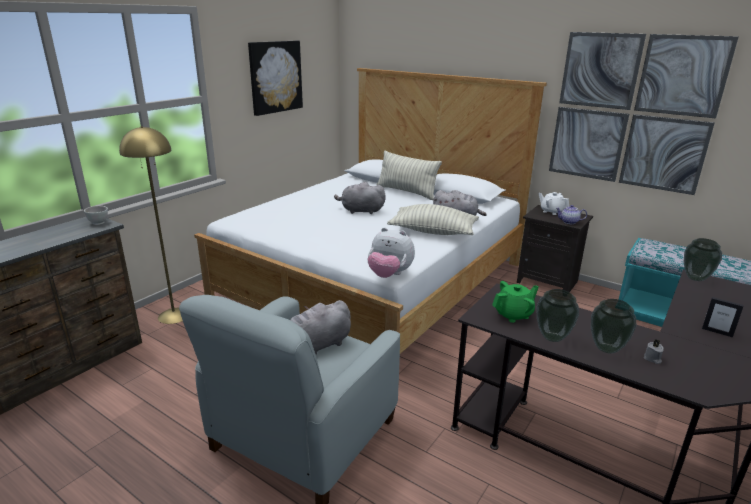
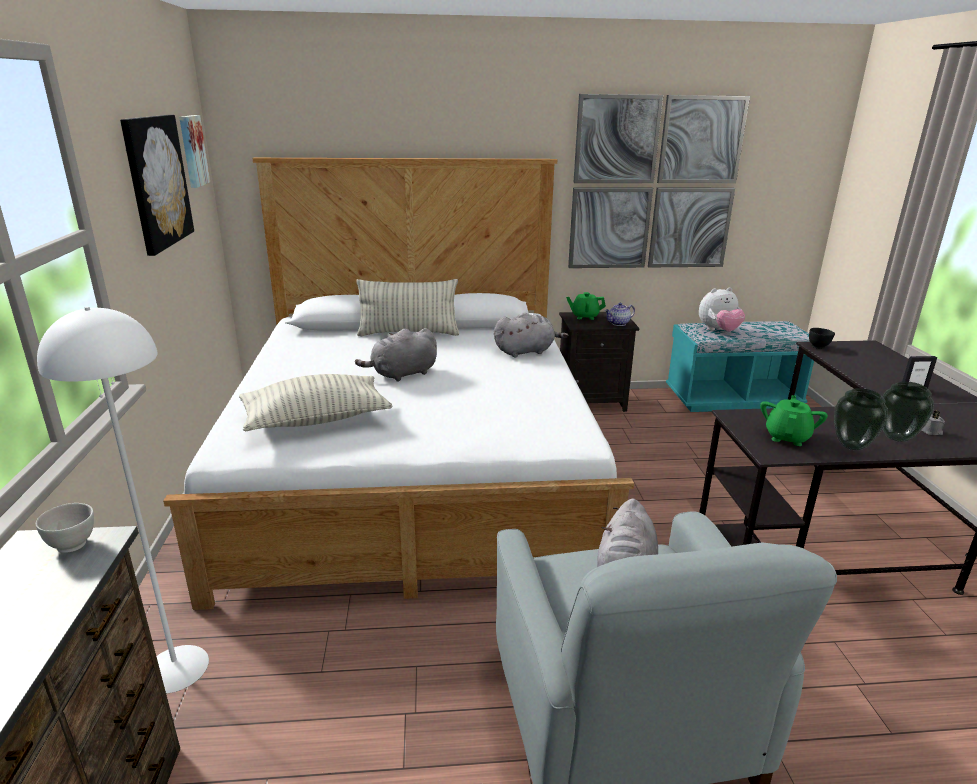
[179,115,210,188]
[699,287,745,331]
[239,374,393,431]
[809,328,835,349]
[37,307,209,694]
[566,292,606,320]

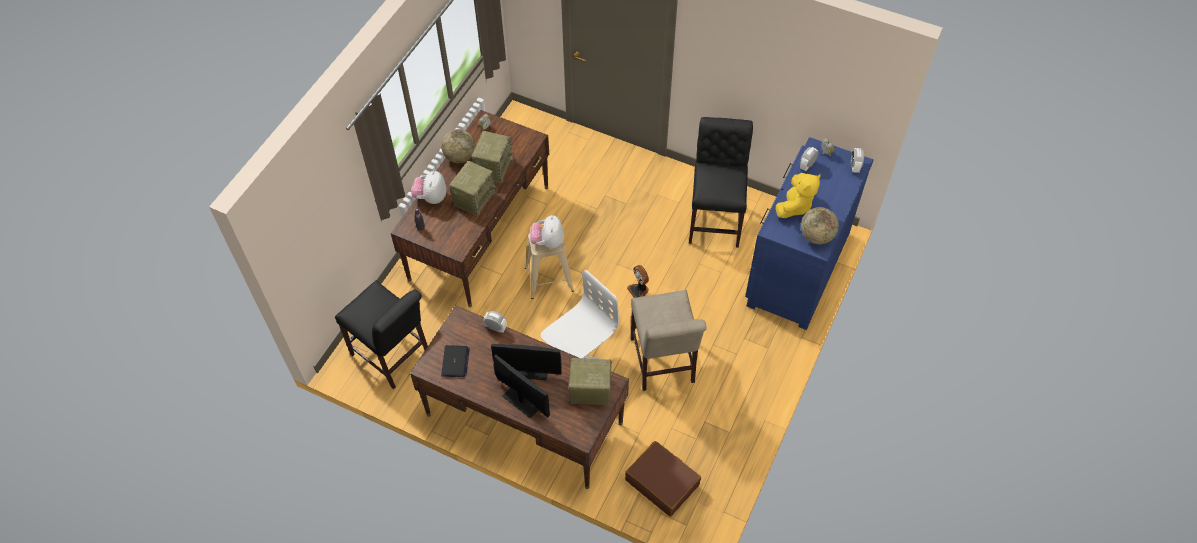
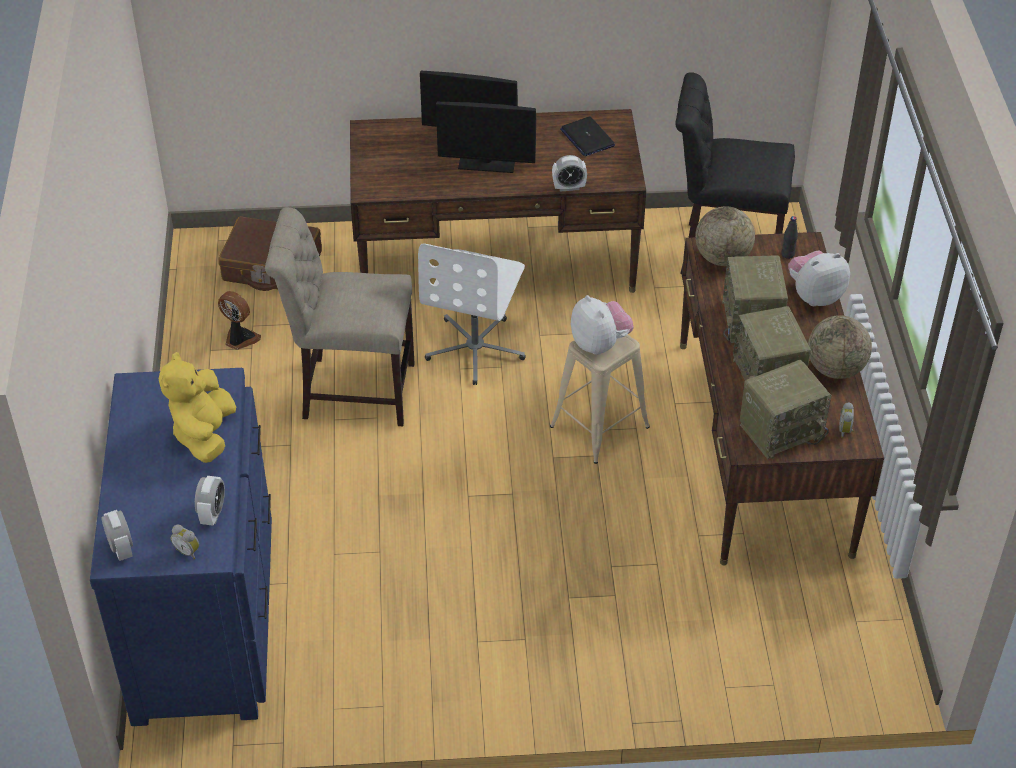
[689,117,753,248] (first image)
[740,360,831,459]
[218,291,261,350]
[695,206,755,266]
[788,250,850,306]
[436,102,536,173]
[265,207,415,426]

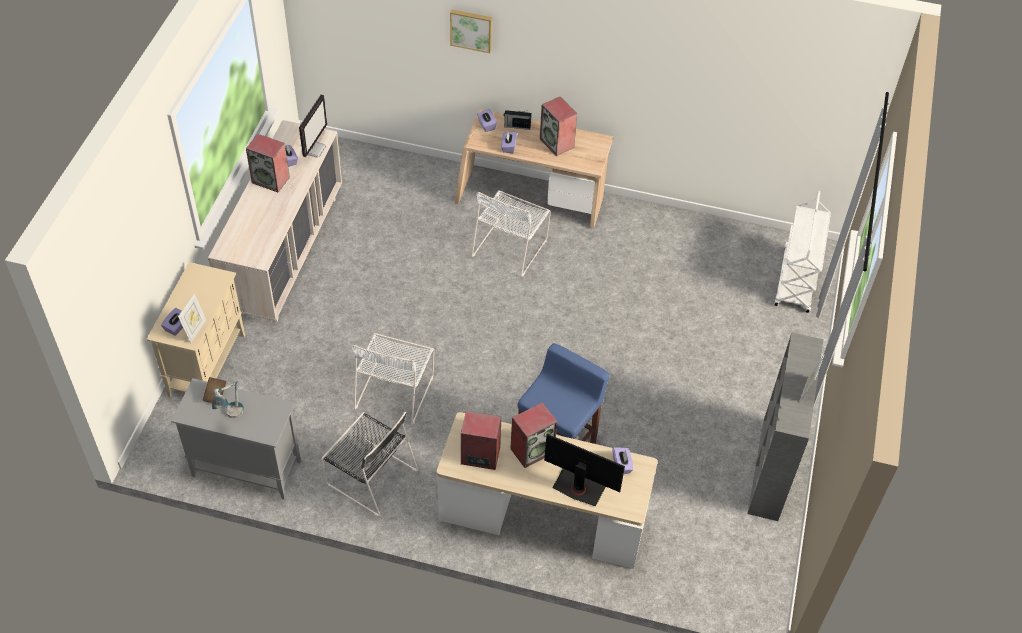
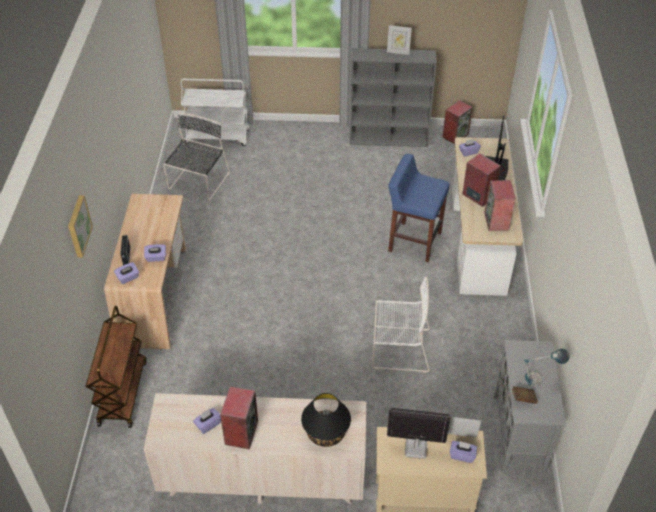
[471,190,551,277] (first image)
[86,306,147,428]
[301,393,351,447]
[387,408,451,459]
[163,113,230,201]
[442,100,473,144]

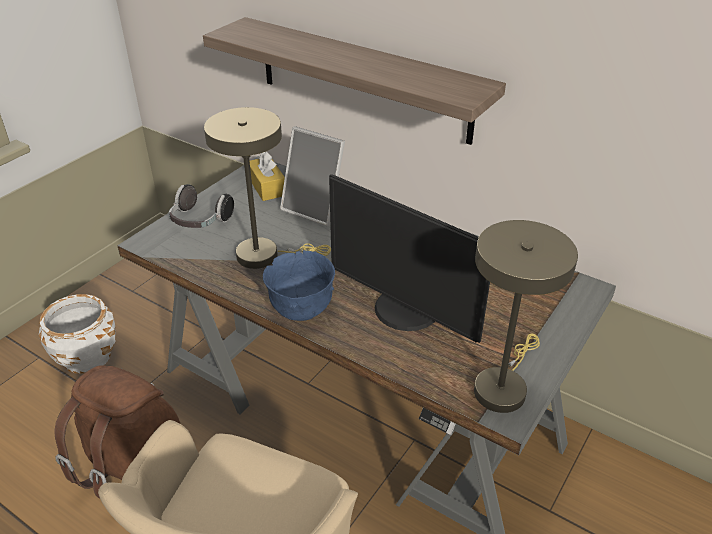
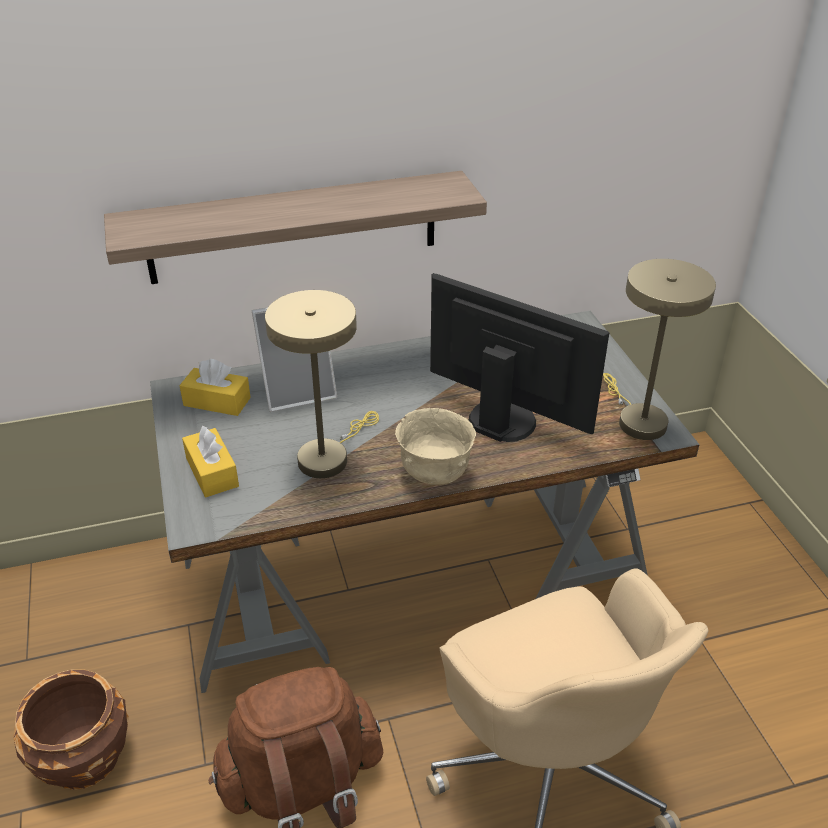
[182,425,239,497]
[14,670,129,790]
[395,408,476,485]
[430,273,609,442]

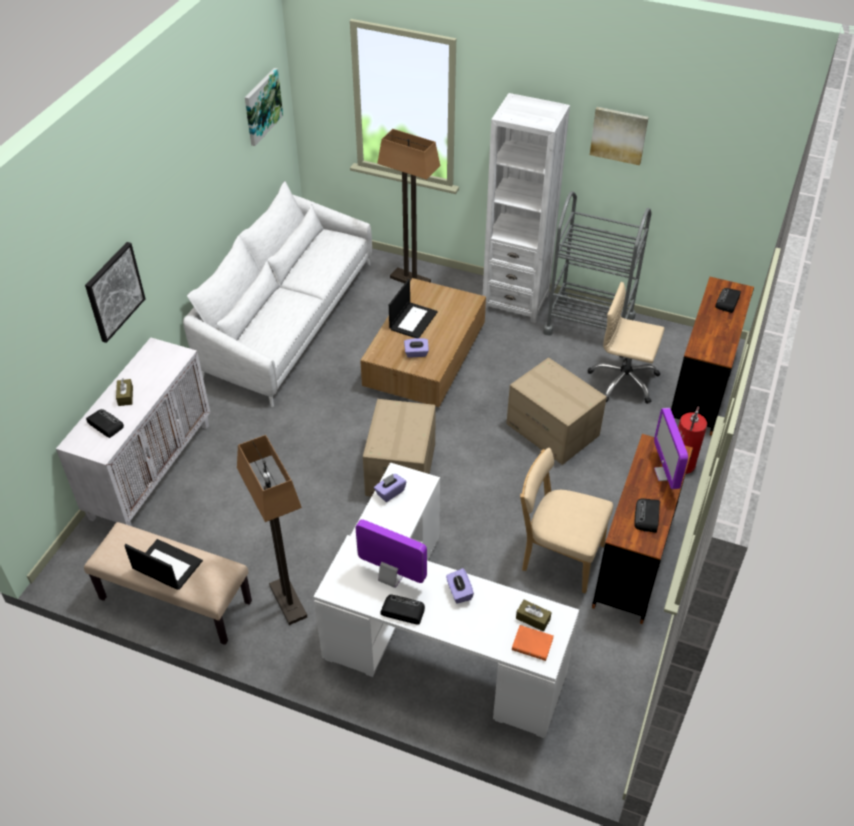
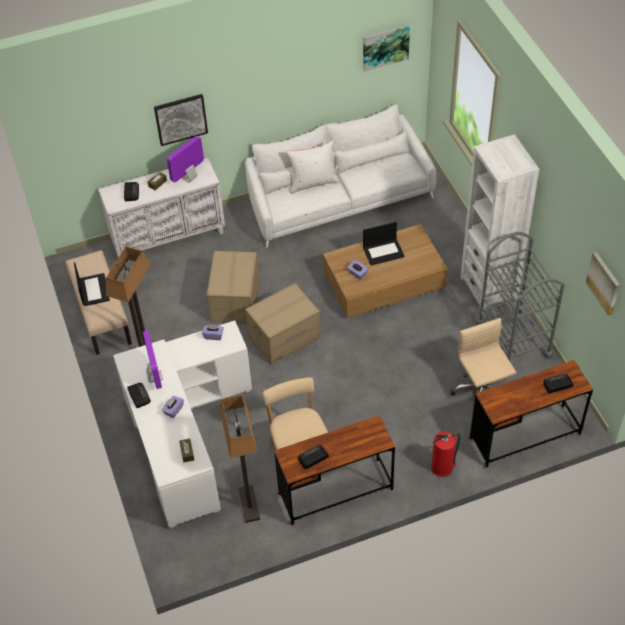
[512,625,554,661] (first image)
[286,140,340,193]
[220,395,260,523]
[207,251,260,324]
[586,252,620,316]
[167,136,204,182]

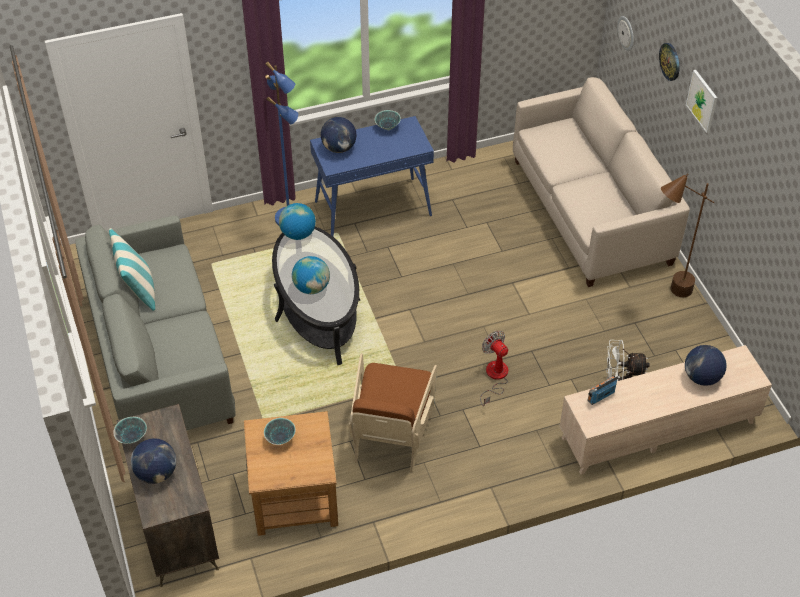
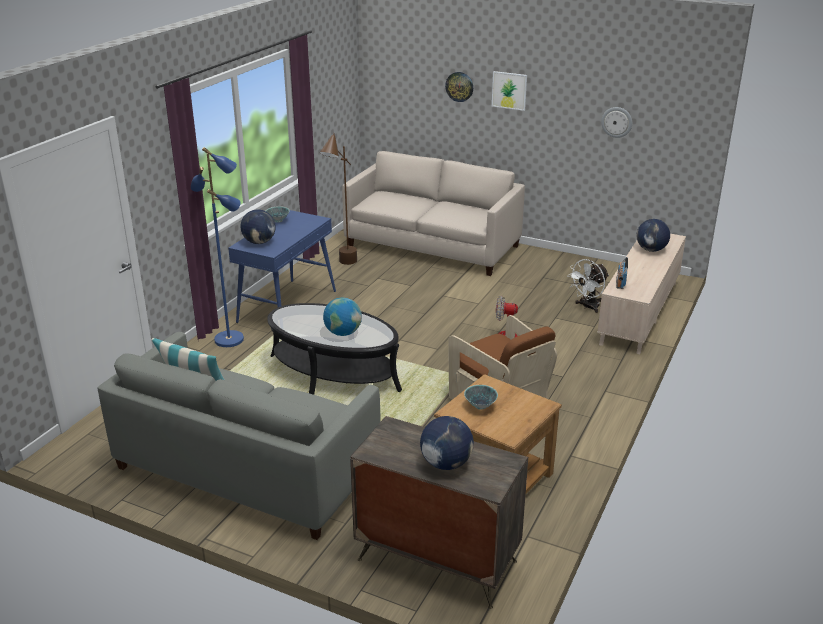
[113,417,147,444] (first image)
[279,203,316,240] (first image)
[601,107,632,138]
[319,133,357,265]

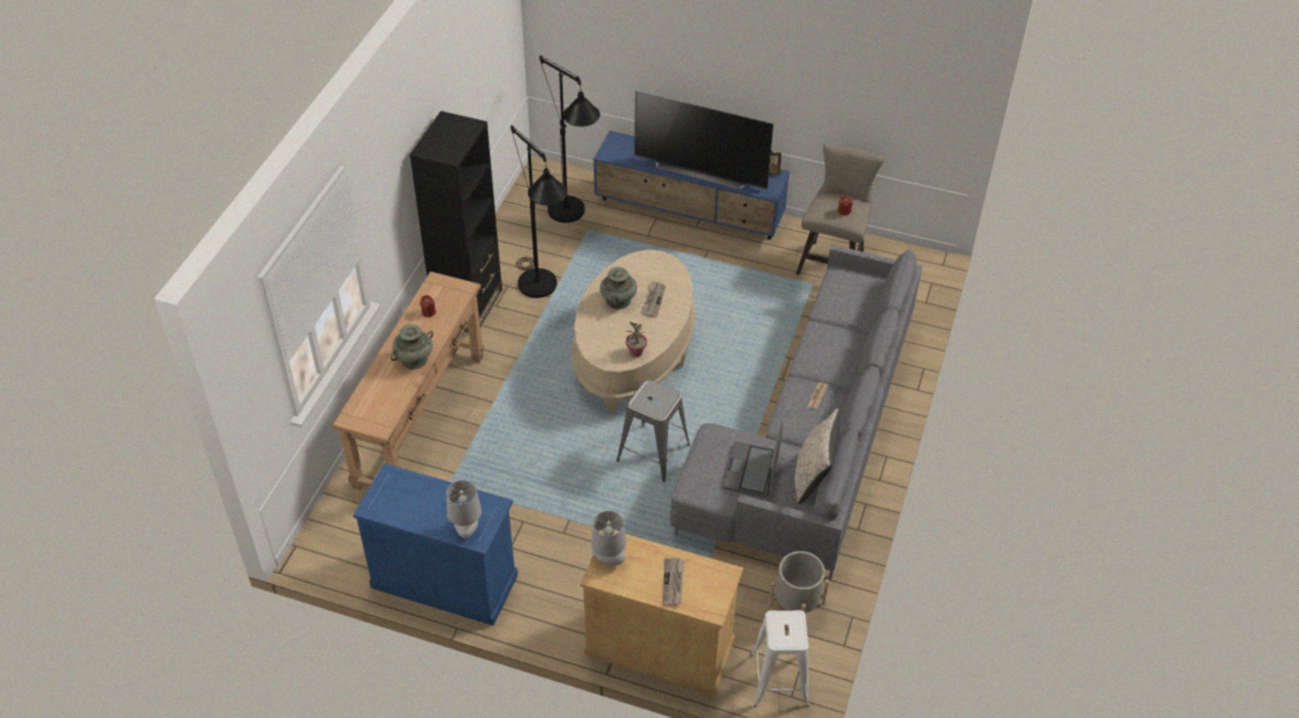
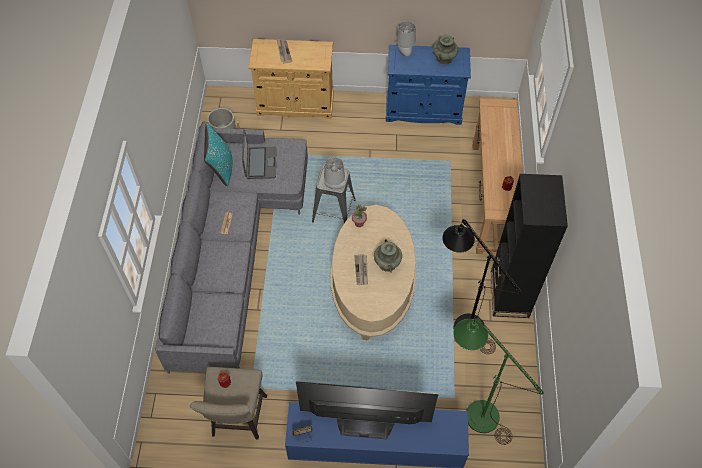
[750,610,809,707] (first image)
[433,35,458,65]
[324,157,346,189]
[453,317,544,445]
[204,123,232,186]

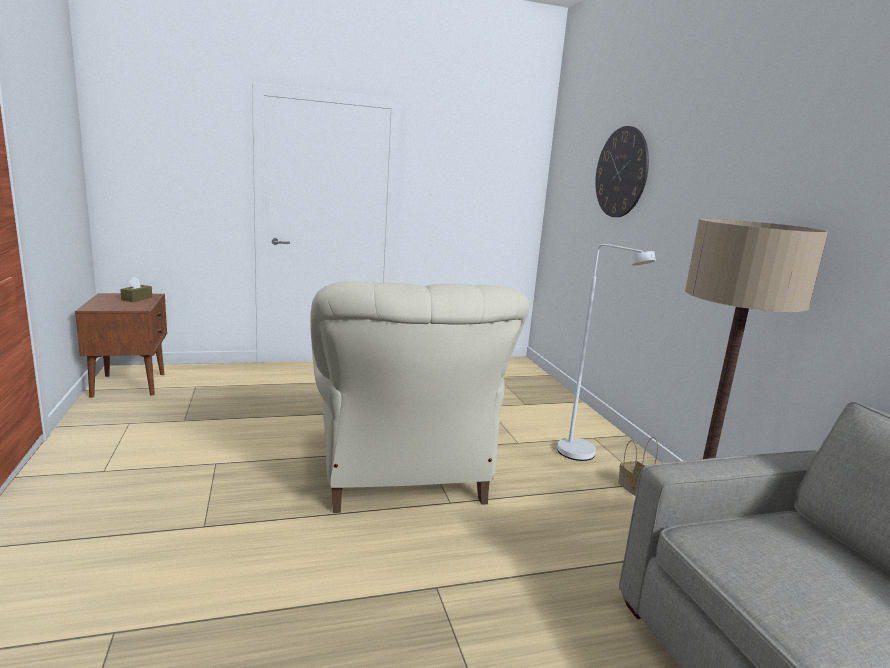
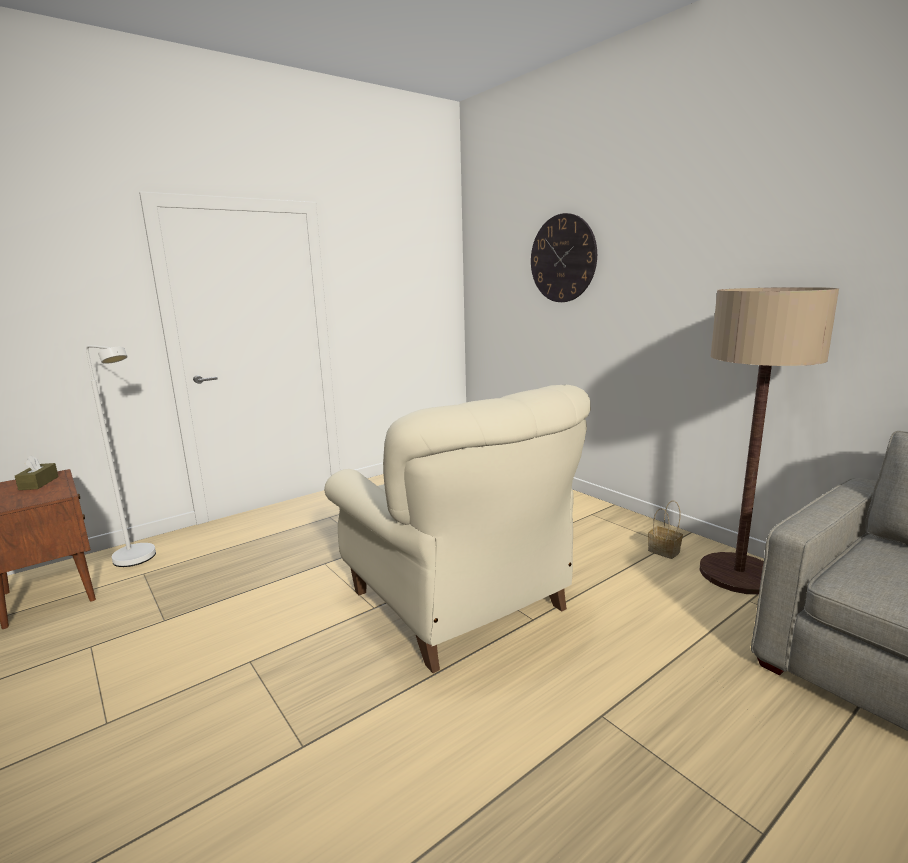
[86,345,156,567]

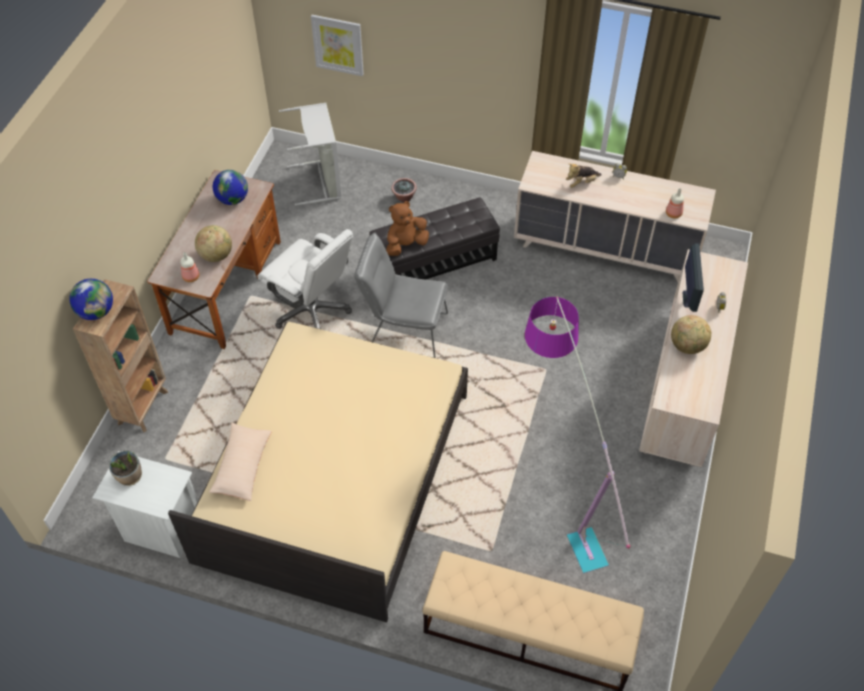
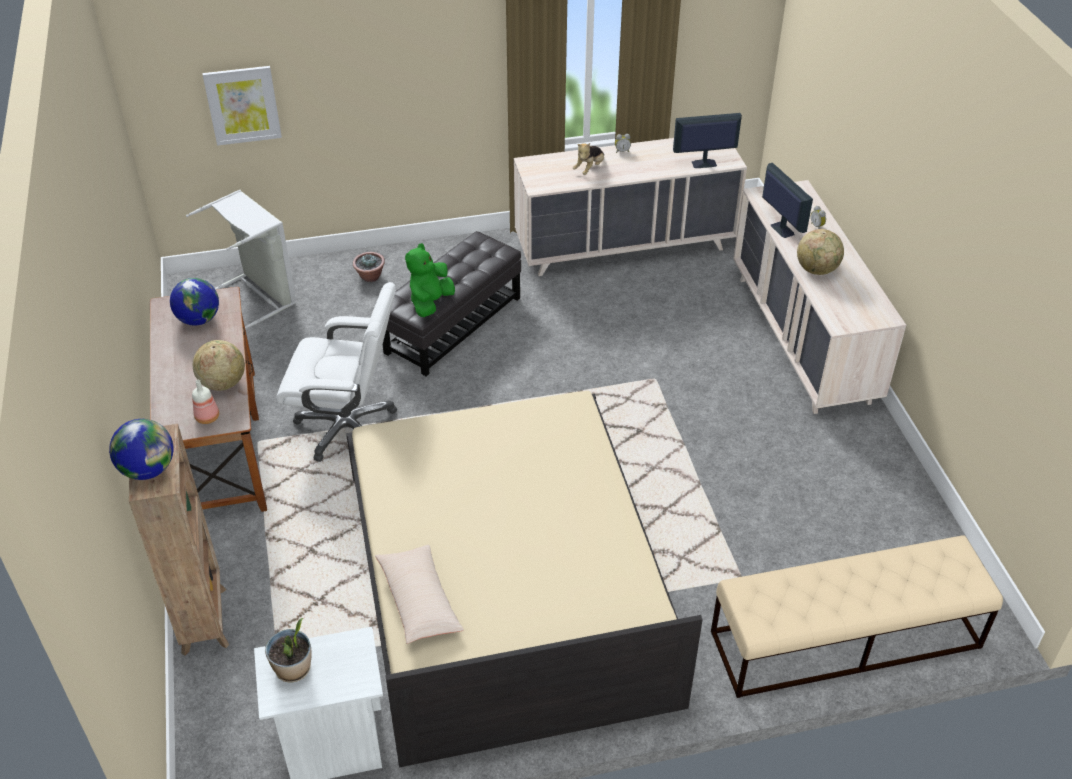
[354,233,448,358] (first image)
[525,297,630,573] (first image)
[673,113,742,168]
[405,243,455,317]

